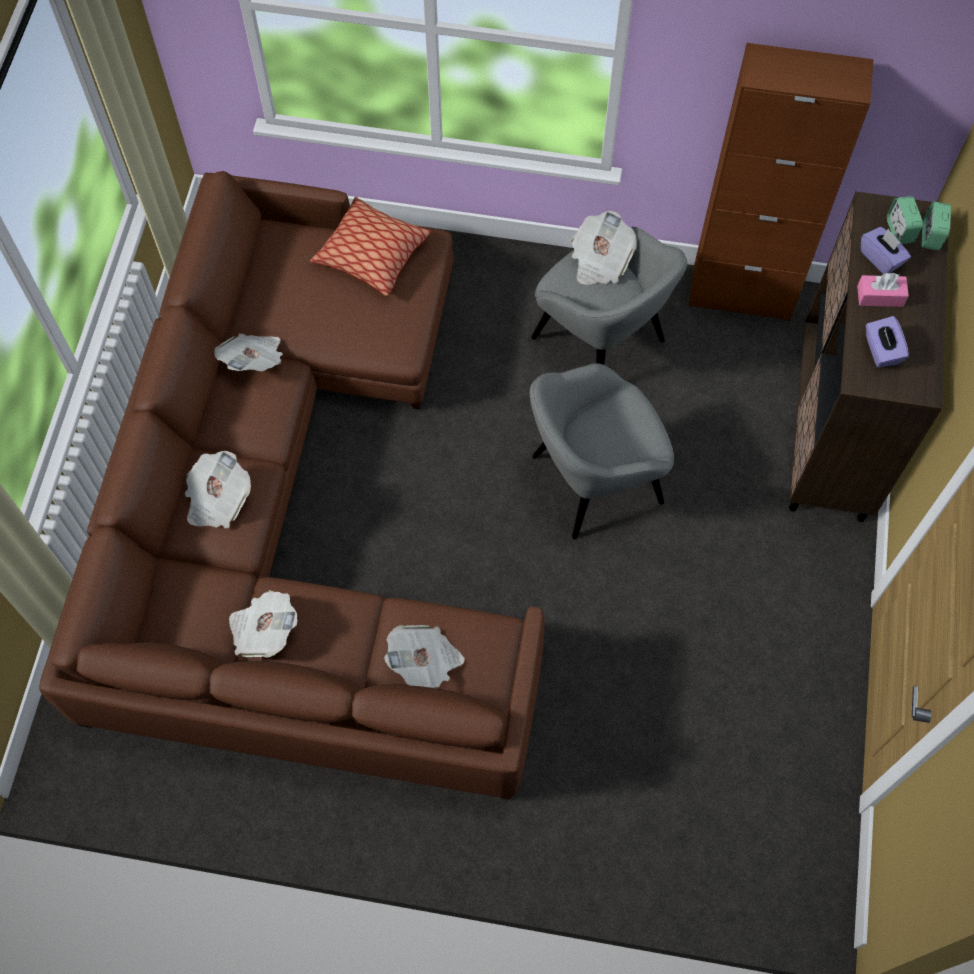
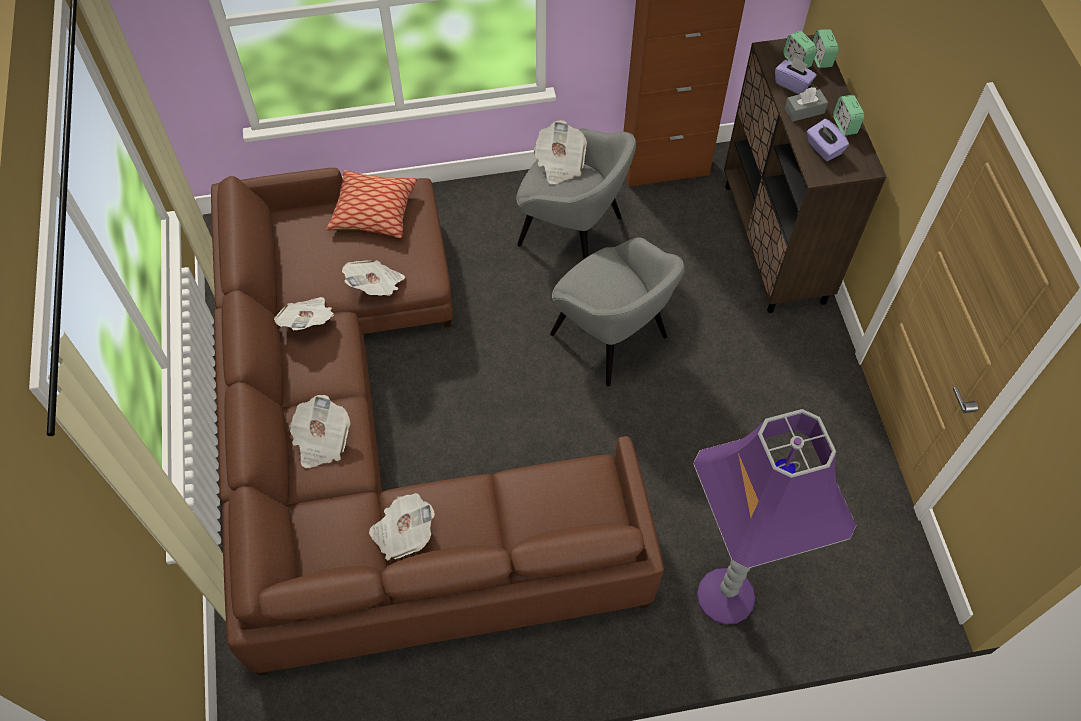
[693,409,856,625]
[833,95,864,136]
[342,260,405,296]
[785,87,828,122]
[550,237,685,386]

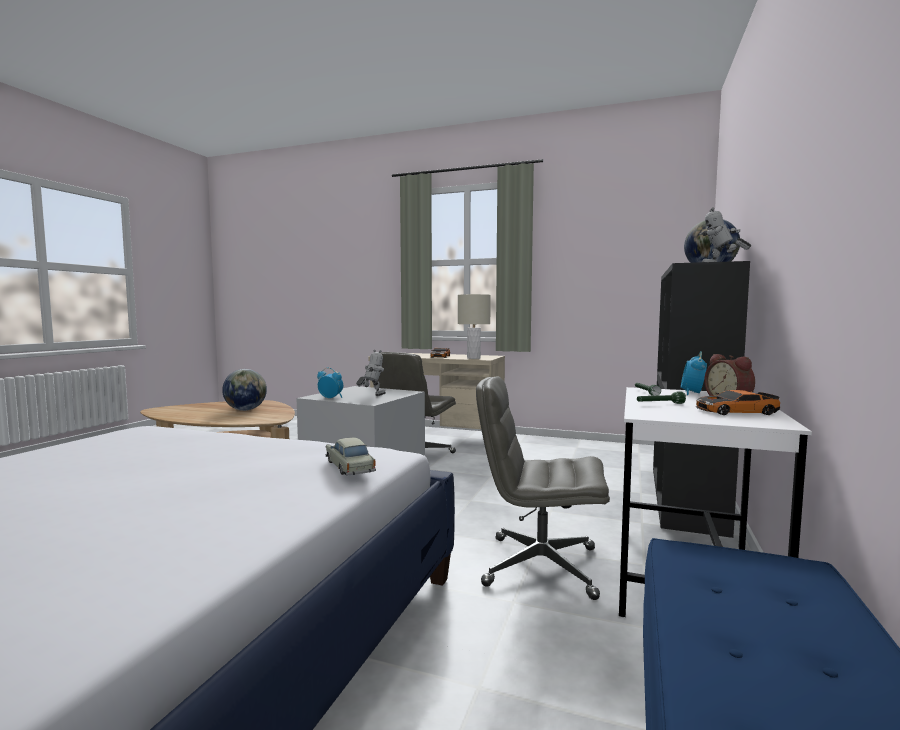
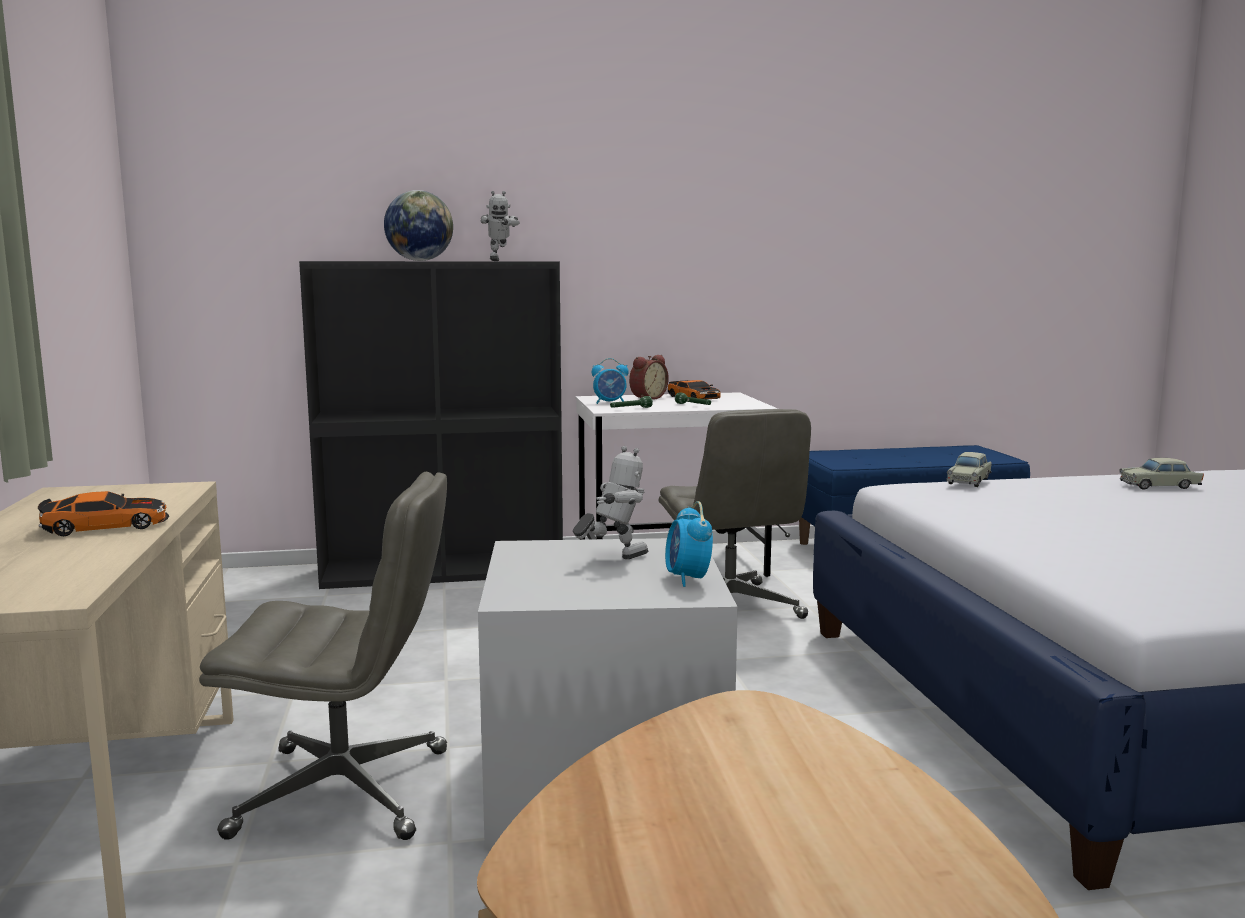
[222,369,267,411] (first image)
[458,294,491,359] (first image)
[1119,458,1204,490]
[573,446,648,559]

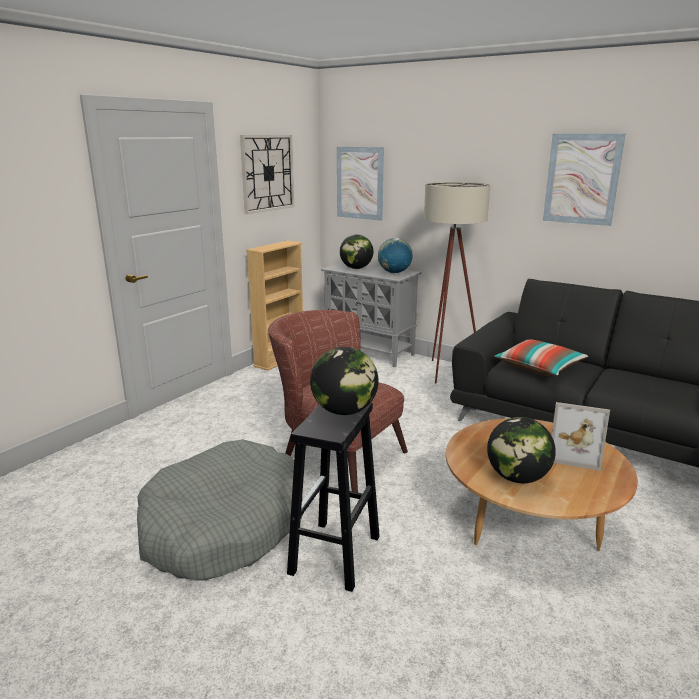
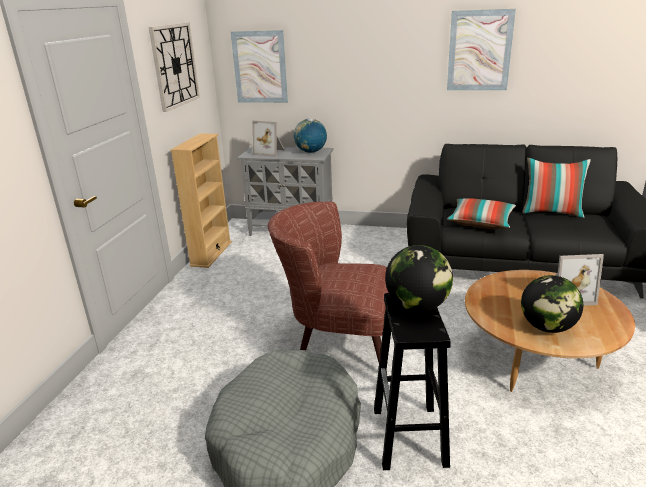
[424,182,490,384] (first image)
[522,158,591,218]
[252,120,285,157]

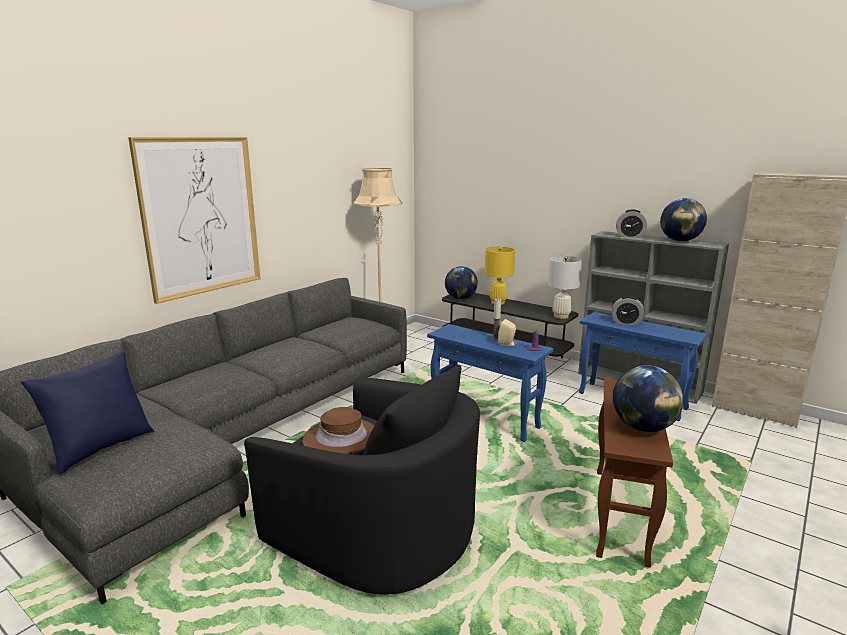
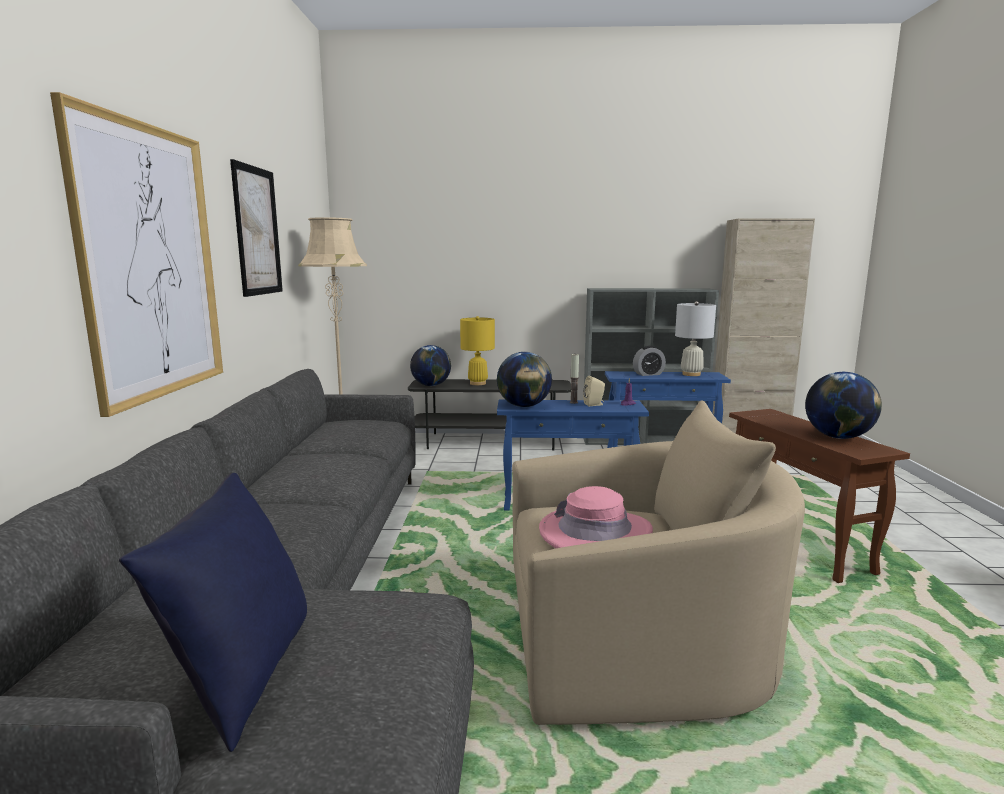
[616,209,647,238] (first image)
[230,159,283,297]
[675,301,716,376]
[497,352,552,407]
[512,401,805,725]
[539,486,653,548]

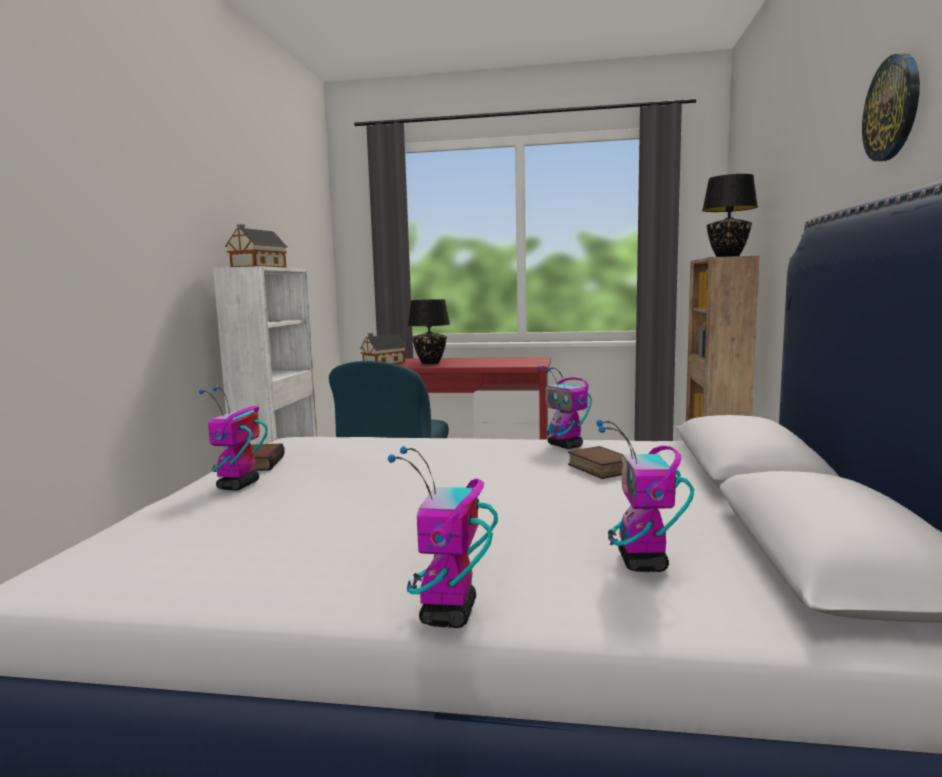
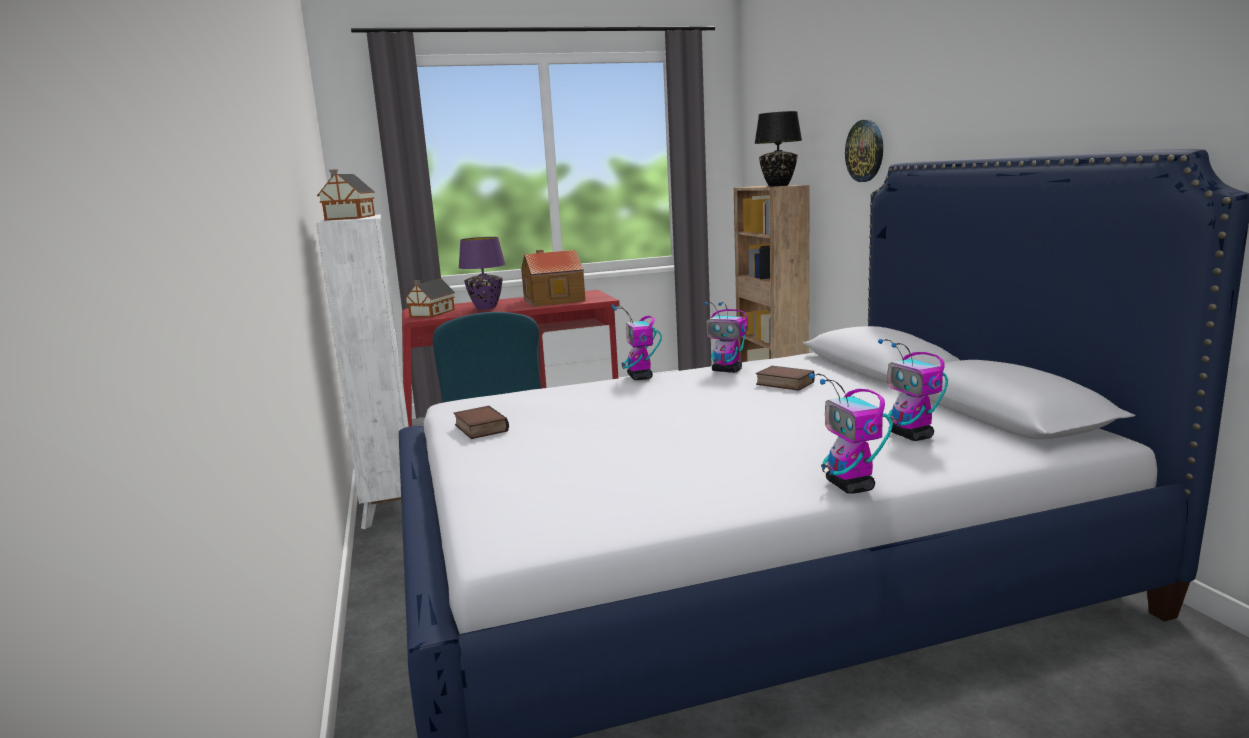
[521,250,585,307]
[612,305,662,380]
[845,120,883,182]
[458,237,505,310]

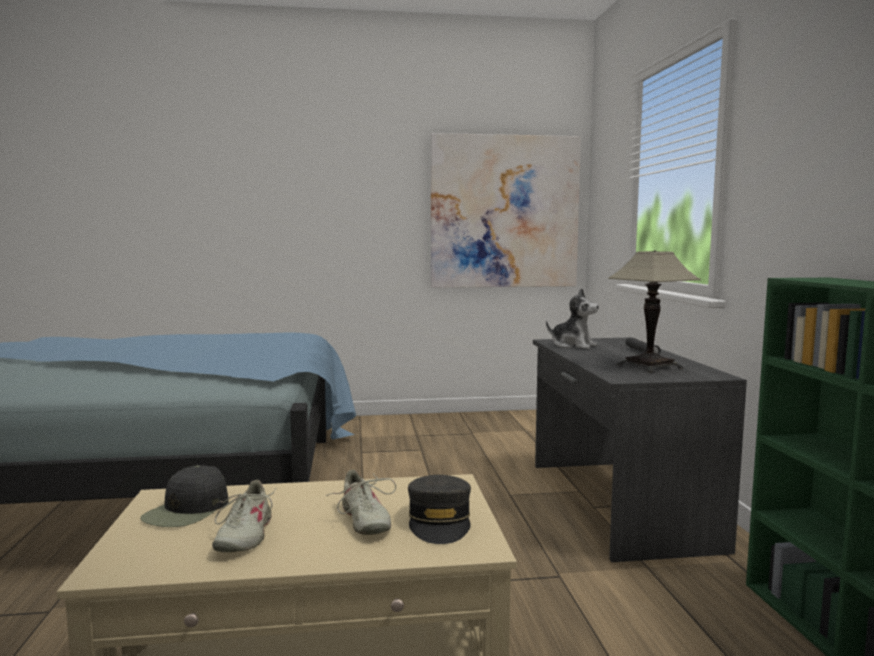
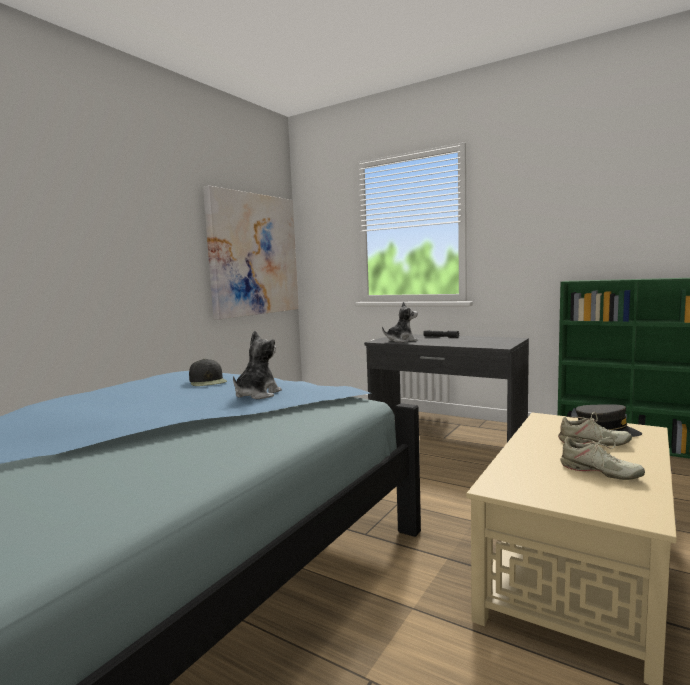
[608,250,701,373] (first image)
[233,330,282,399]
[189,359,227,386]

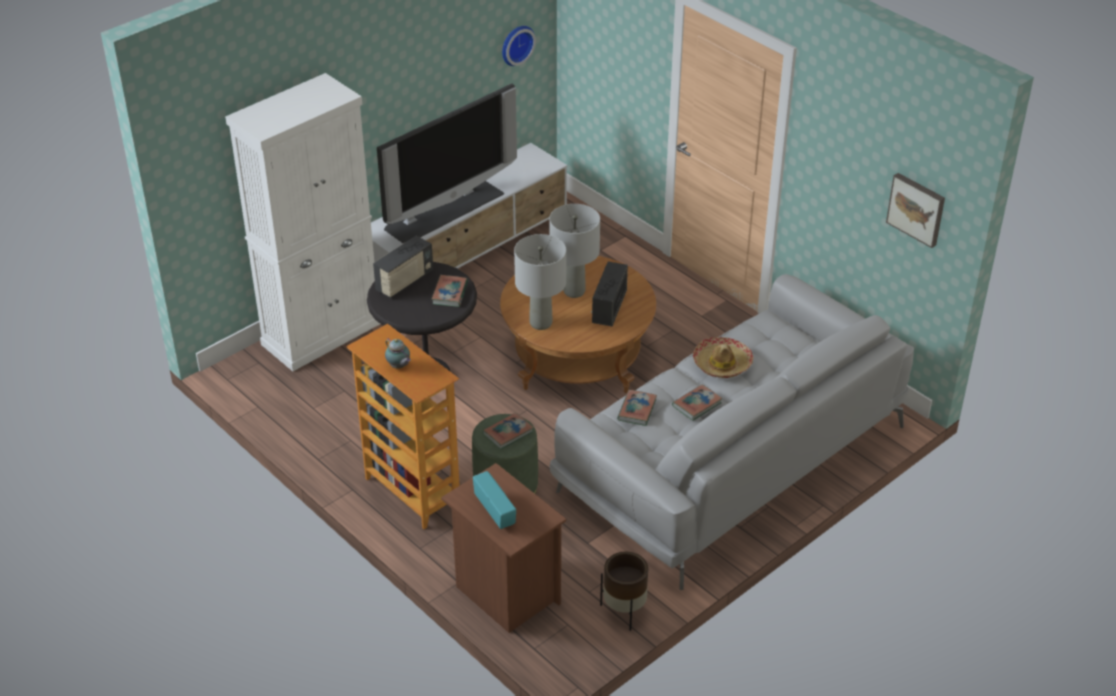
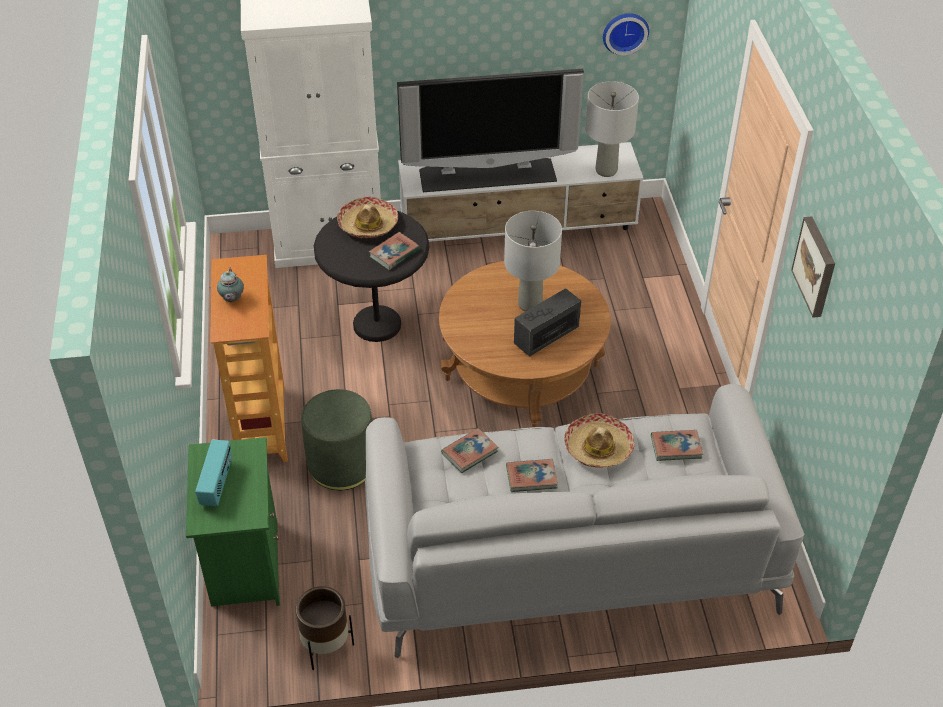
[651,430,703,461]
[585,81,639,177]
[791,216,835,318]
[337,197,398,238]
[186,437,280,606]

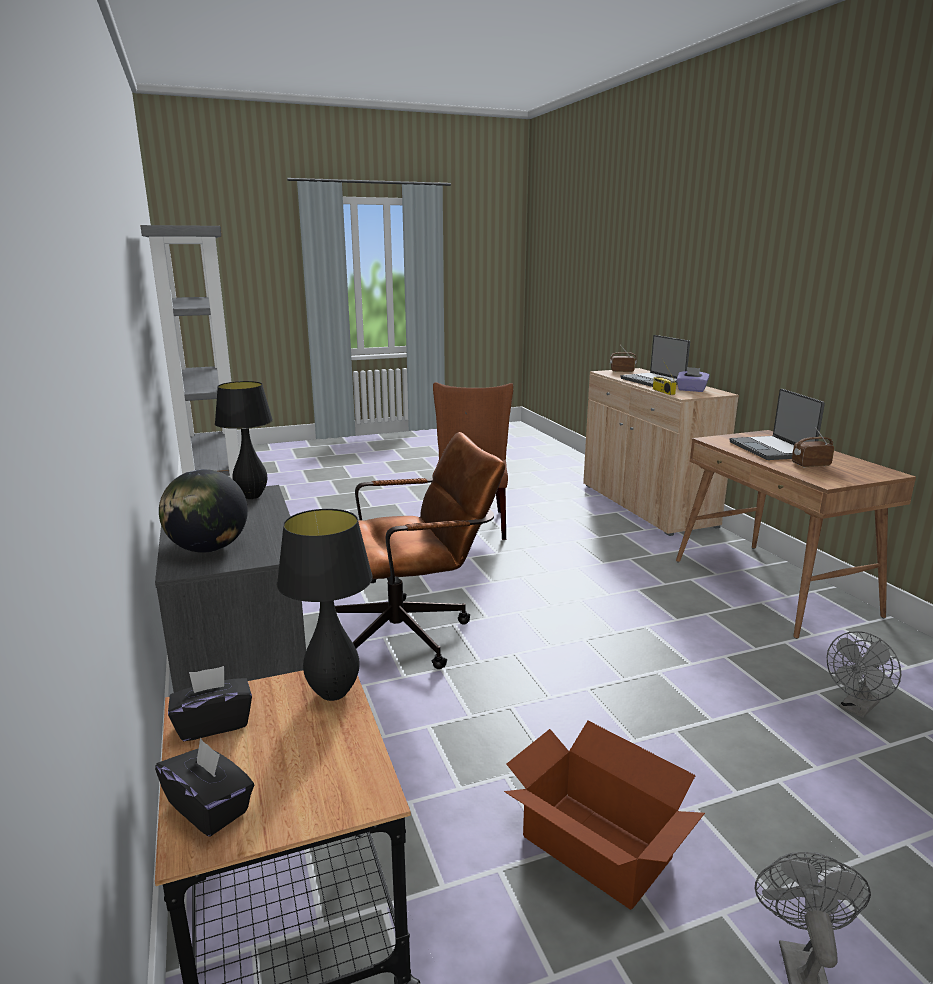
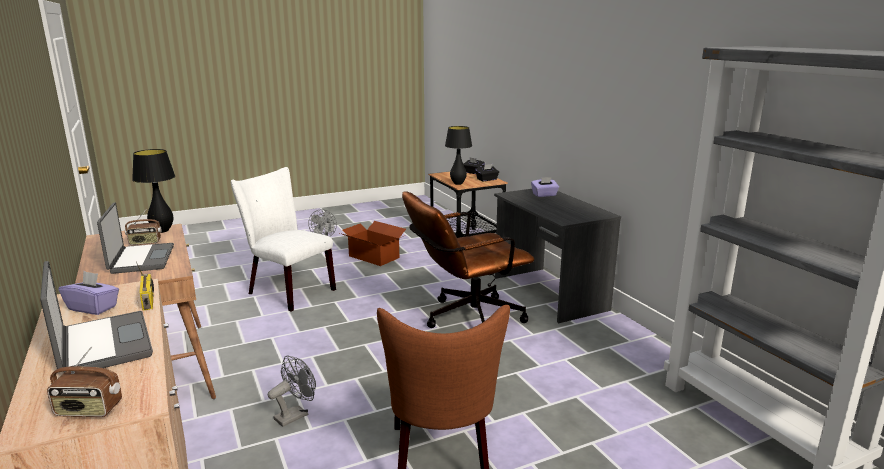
[231,167,336,311]
[132,149,175,233]
[268,355,316,427]
[531,177,559,197]

